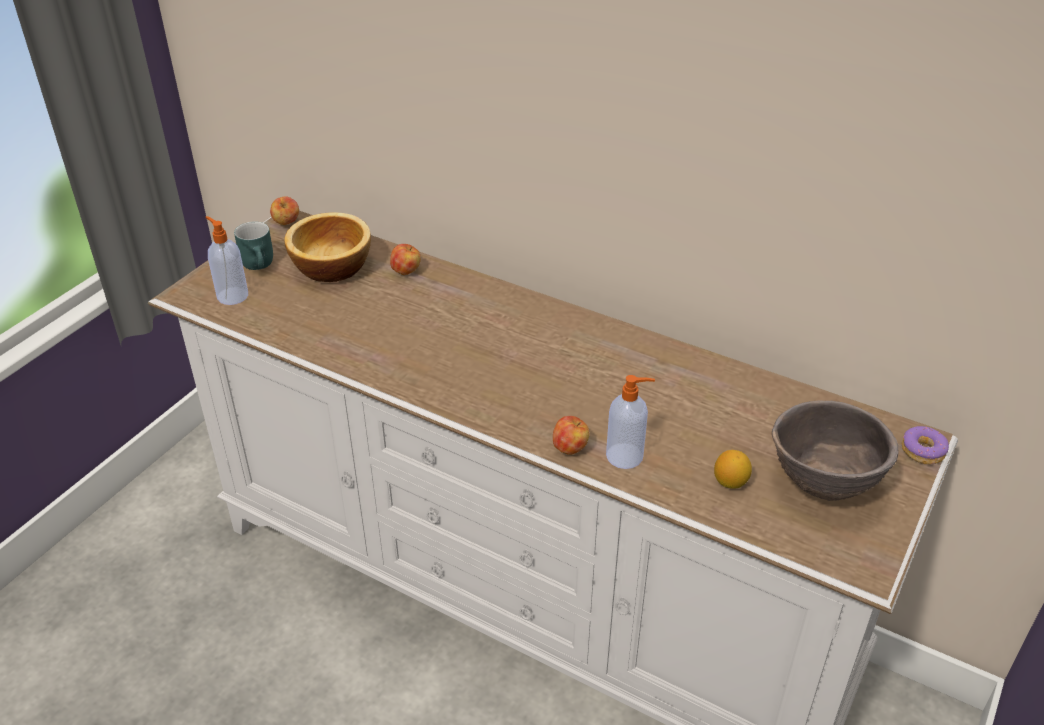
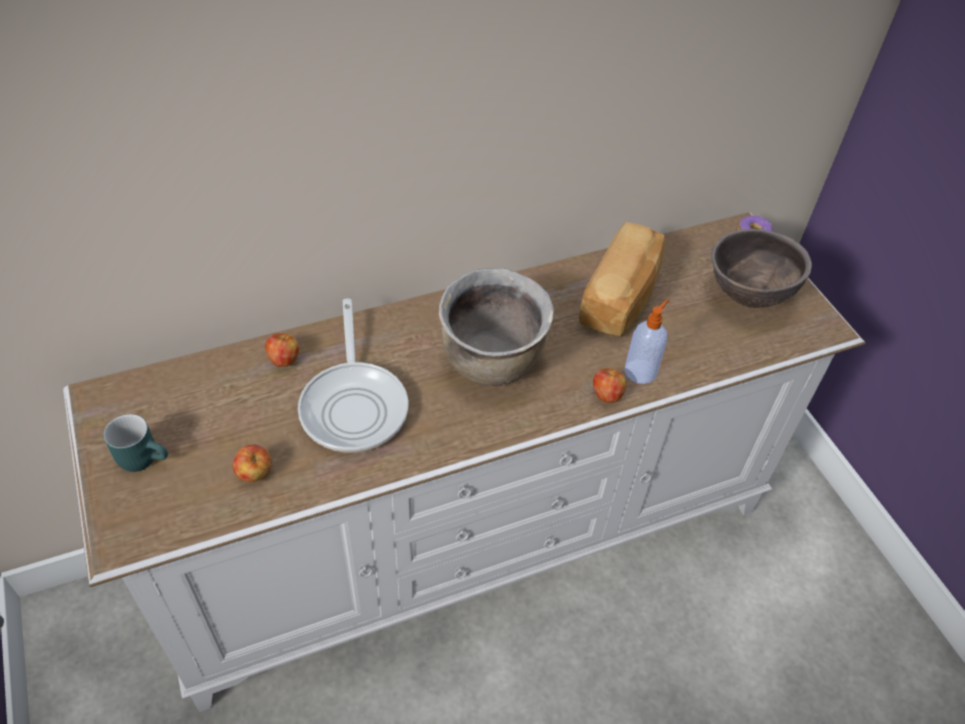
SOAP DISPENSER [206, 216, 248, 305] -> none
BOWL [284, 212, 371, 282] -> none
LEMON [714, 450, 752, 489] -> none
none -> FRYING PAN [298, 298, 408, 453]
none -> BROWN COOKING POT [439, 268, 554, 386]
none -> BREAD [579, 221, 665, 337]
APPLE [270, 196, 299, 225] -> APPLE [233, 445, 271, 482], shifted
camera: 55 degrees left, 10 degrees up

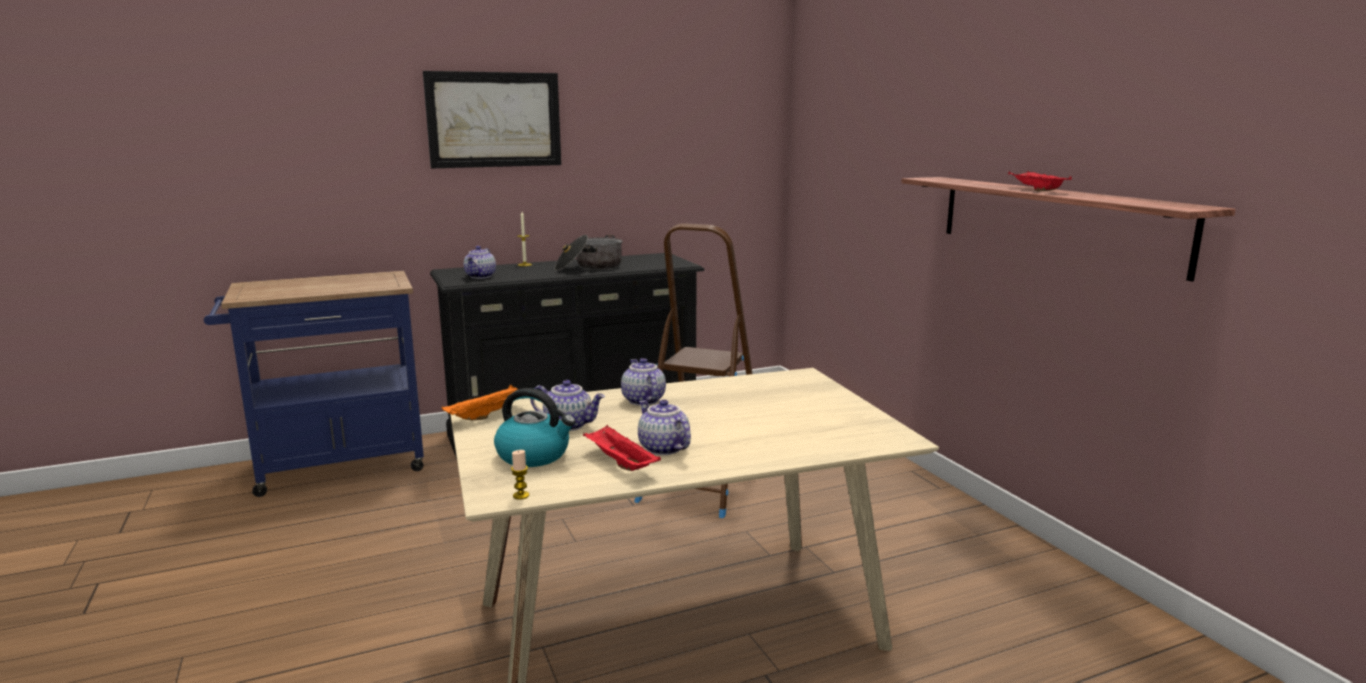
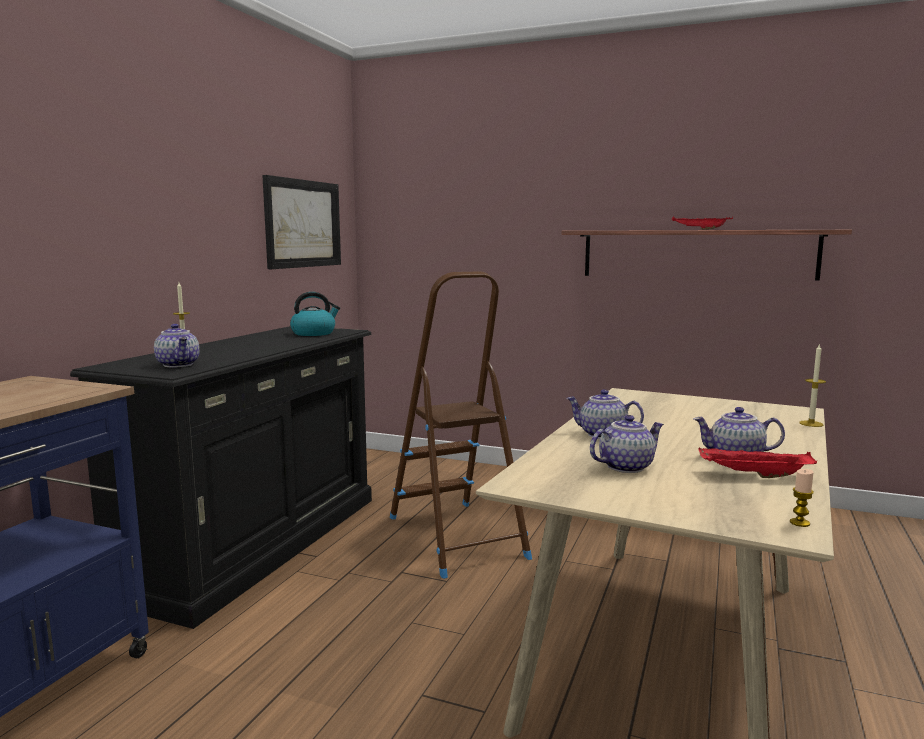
ORANGE TRAY [442, 385, 518, 421] -> none
COOKING POT [555, 235, 623, 271] -> none
none -> CANDLE [799, 343, 826, 427]
PICTURE [423, 71, 561, 168] -> PICTURE [262, 175, 341, 269], shifted
KETTLE [494, 388, 576, 467] -> KETTLE [290, 292, 340, 336], shifted
camera: 45 degrees left, 5 degrees down

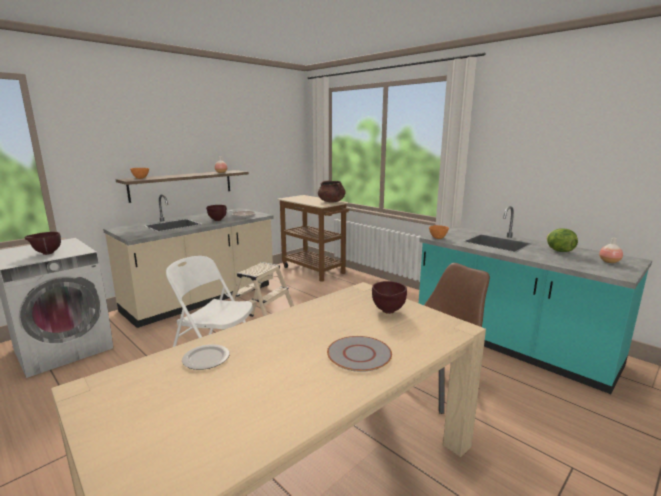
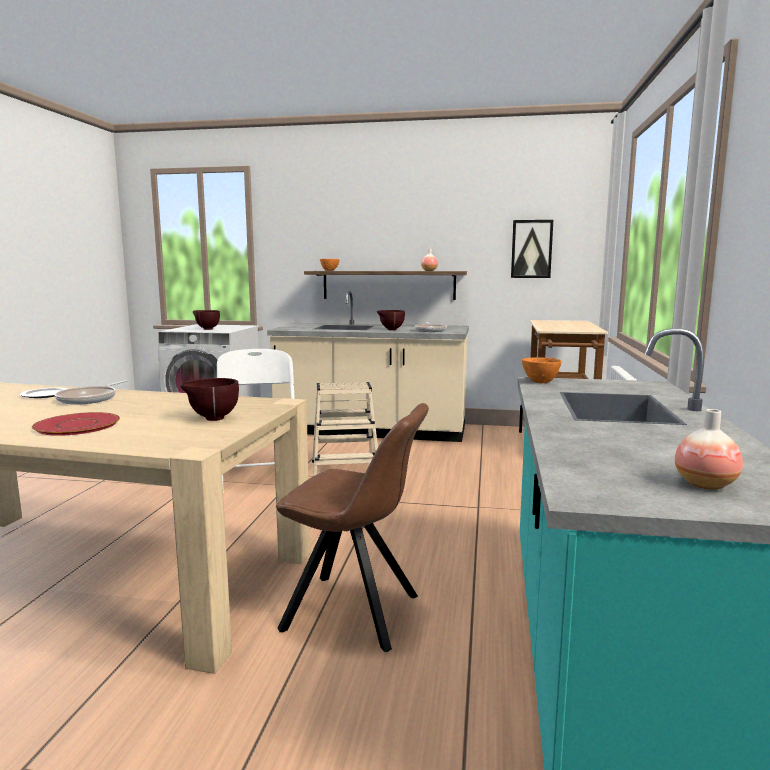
BROWN COOKING POT [318, 181, 345, 203] -> none
LETTUCE [547, 228, 578, 252] -> none
none -> FRYING PAN [55, 380, 128, 405]
none -> PICTURE [511, 220, 553, 278]
GREY PLATE [327, 336, 392, 372] -> RED PLATE [32, 412, 120, 436]
camera: 55 degrees right, 5 degrees down

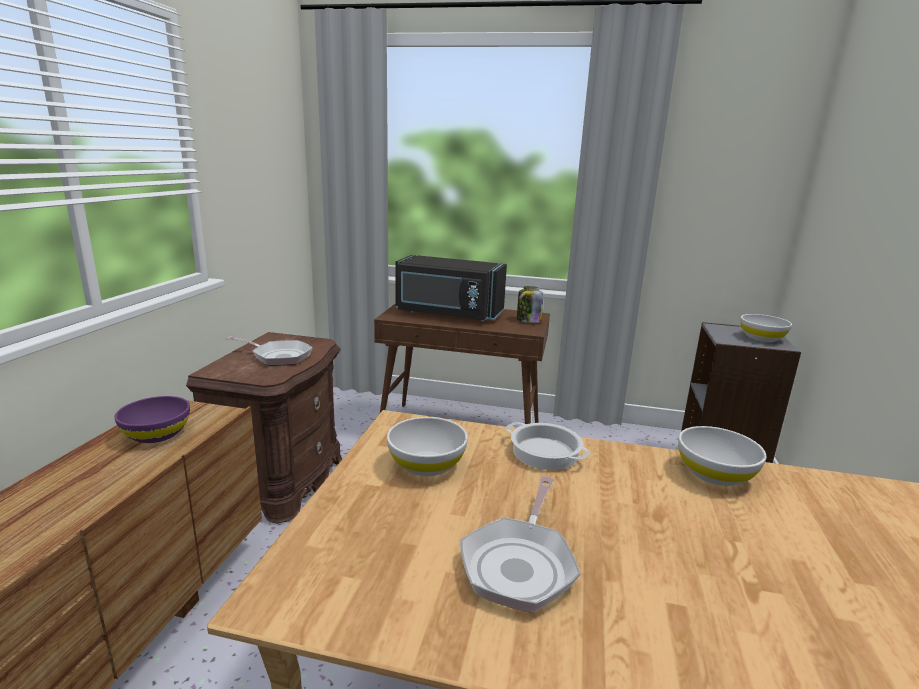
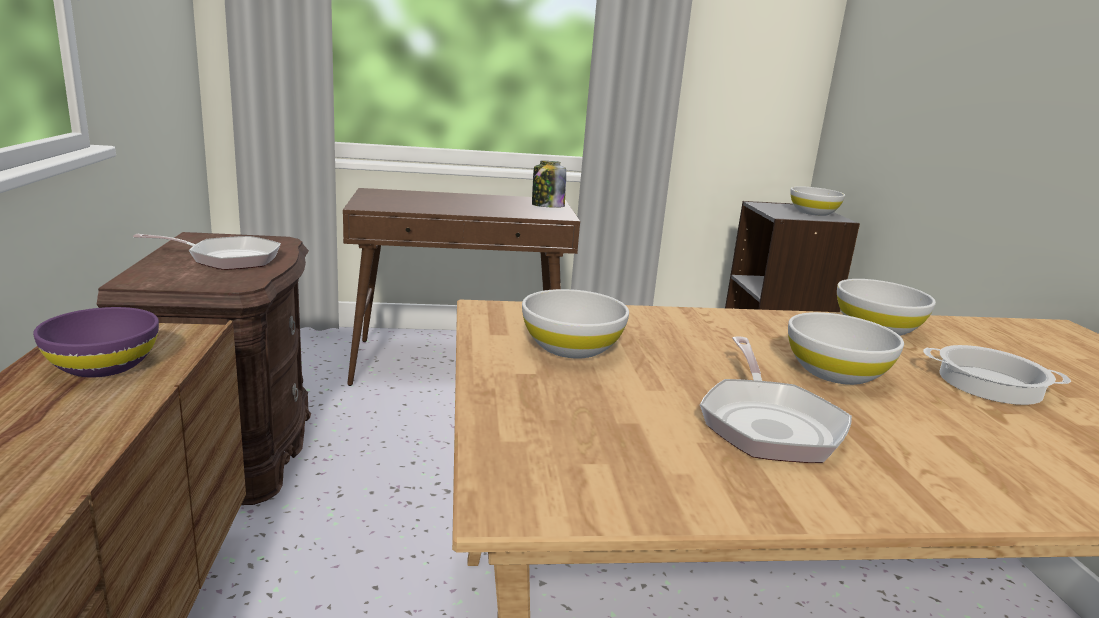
BLACK MICROWAVE [395, 255, 507, 322] -> none
none -> WHITE BOWL [788, 312, 904, 385]
COOKING POT [506, 422, 590, 470] -> COOKING POT [923, 345, 1071, 405], shifted
camera: 20 degrees left, 0 degrees up

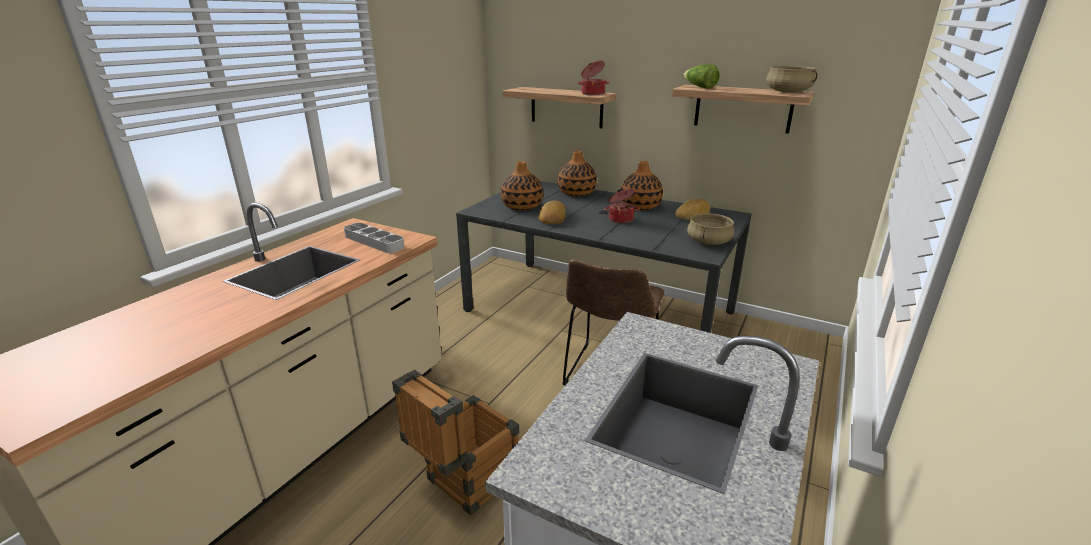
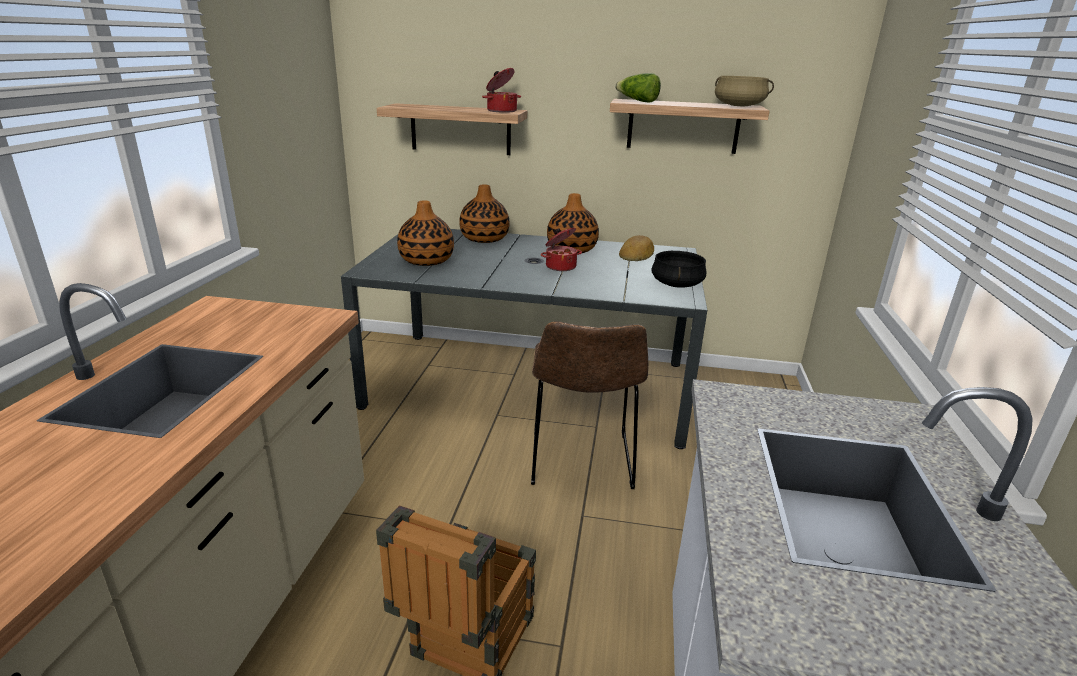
GREY TRAY [344, 223, 405, 253] -> none
BREAD [539, 200, 566, 224] -> none
BEIGE COOKING POT [687, 213, 734, 245] -> BLACK COOKING POT [651, 251, 706, 288]
camera: 20 degrees left, 0 degrees up

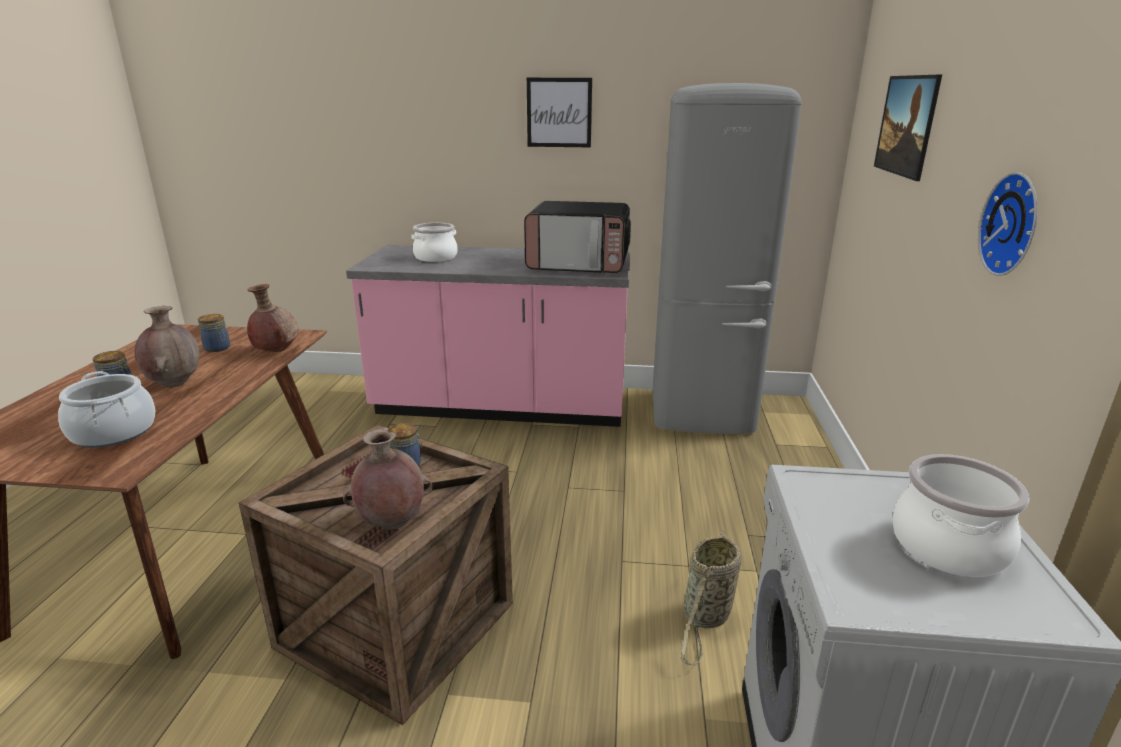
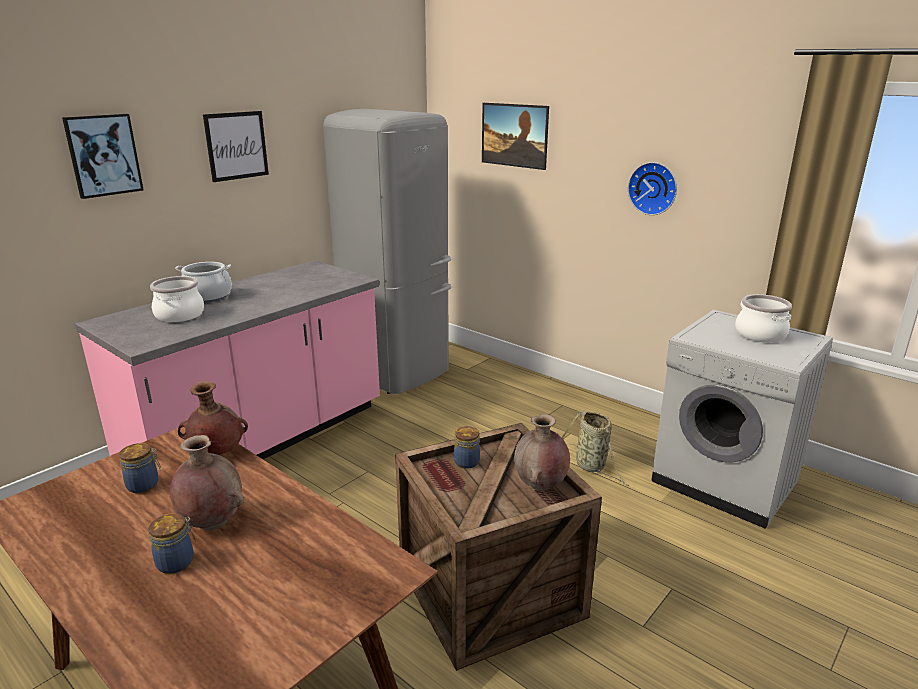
MICROWAVE [524, 201, 631, 273] -> none
none -> PICTURE [62, 114, 144, 199]
COOKING POT [58, 371, 155, 448] -> COOKING POT [175, 262, 232, 302], shifted
camera: 55 degrees left, 0 degrees up

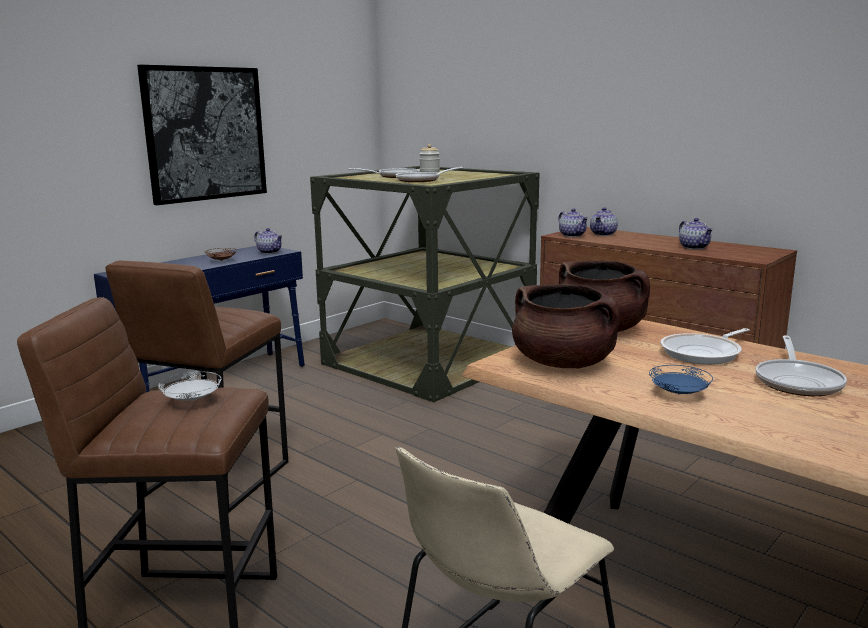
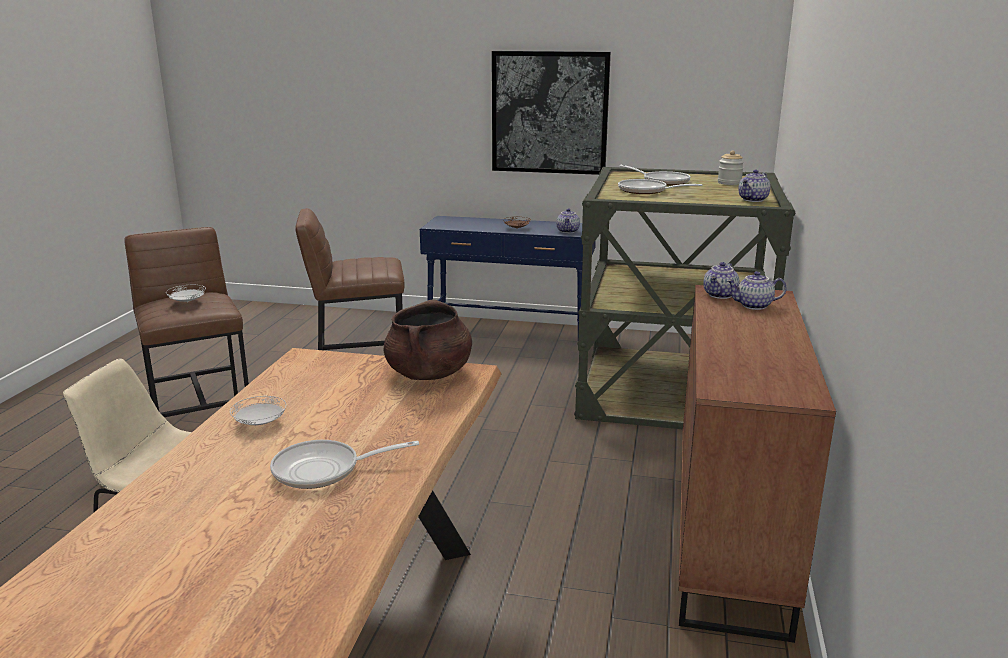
BROWN COOKING POT [512, 284, 620, 369] -> none
FRYING PAN [661, 328, 750, 365] -> none
TEAPOT [679, 218, 713, 250] -> TEAPOT [738, 170, 771, 202], shifted
BLUE PLATE [649, 365, 713, 394] -> WHITE PLATE [230, 396, 286, 425]
camera: 60 degrees right, 5 degrees up

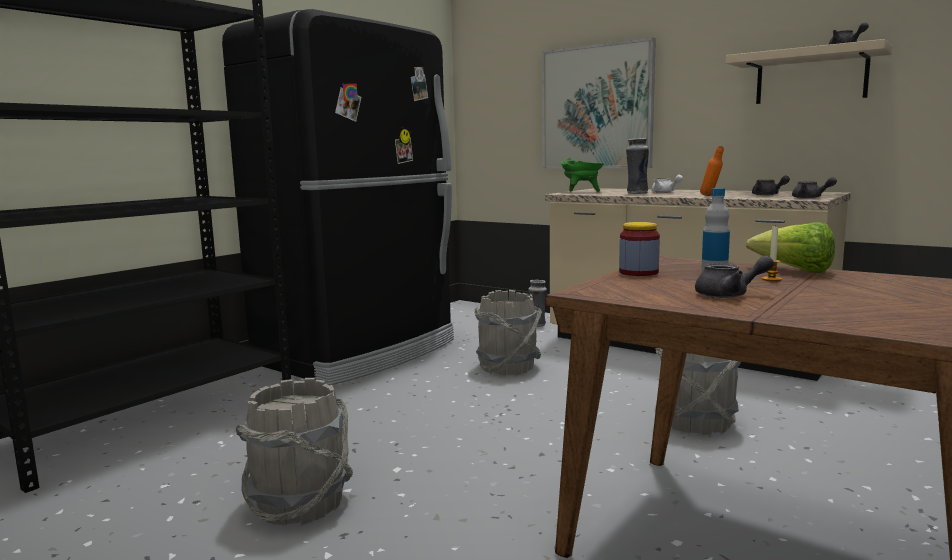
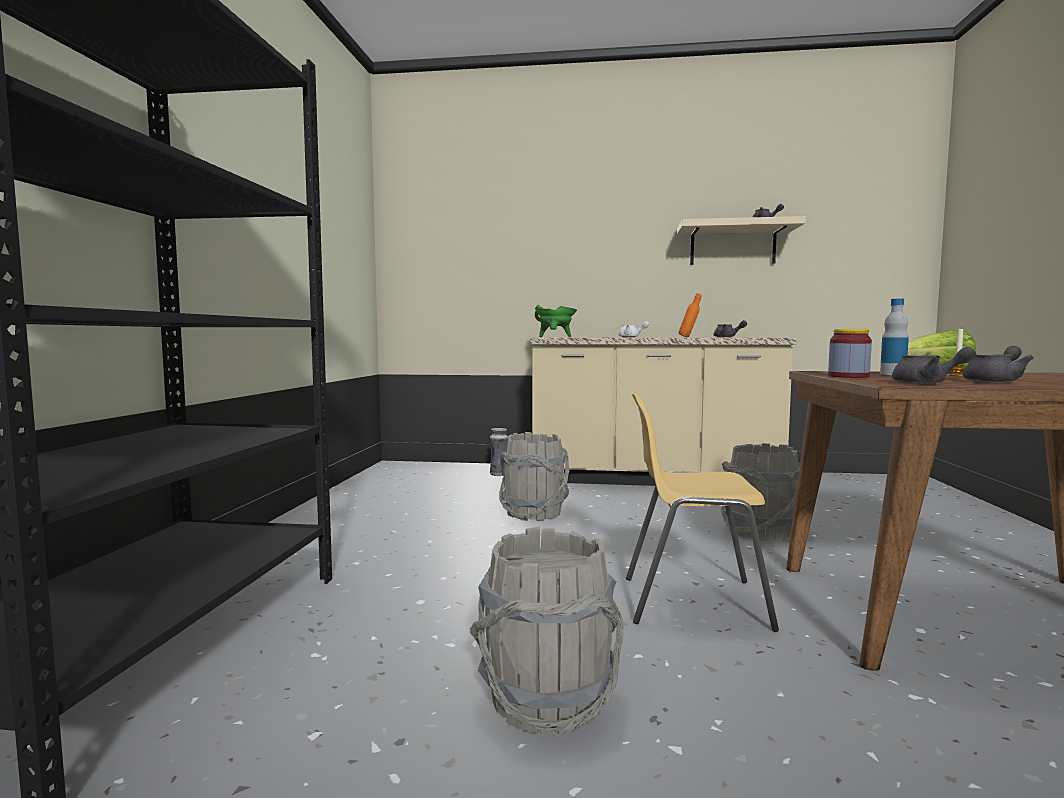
BLACK FRIDGE [222, 9, 454, 385] -> none
PICTURE [542, 38, 656, 168] -> none
VASE [626, 138, 649, 194] -> none
none -> YELLOW CHAIR [626, 393, 779, 632]
GREY TEAPOT [792, 177, 837, 199] -> GREY TEAPOT [892, 347, 976, 384], shifted
camera: 30 degrees left, 5 degrees down

